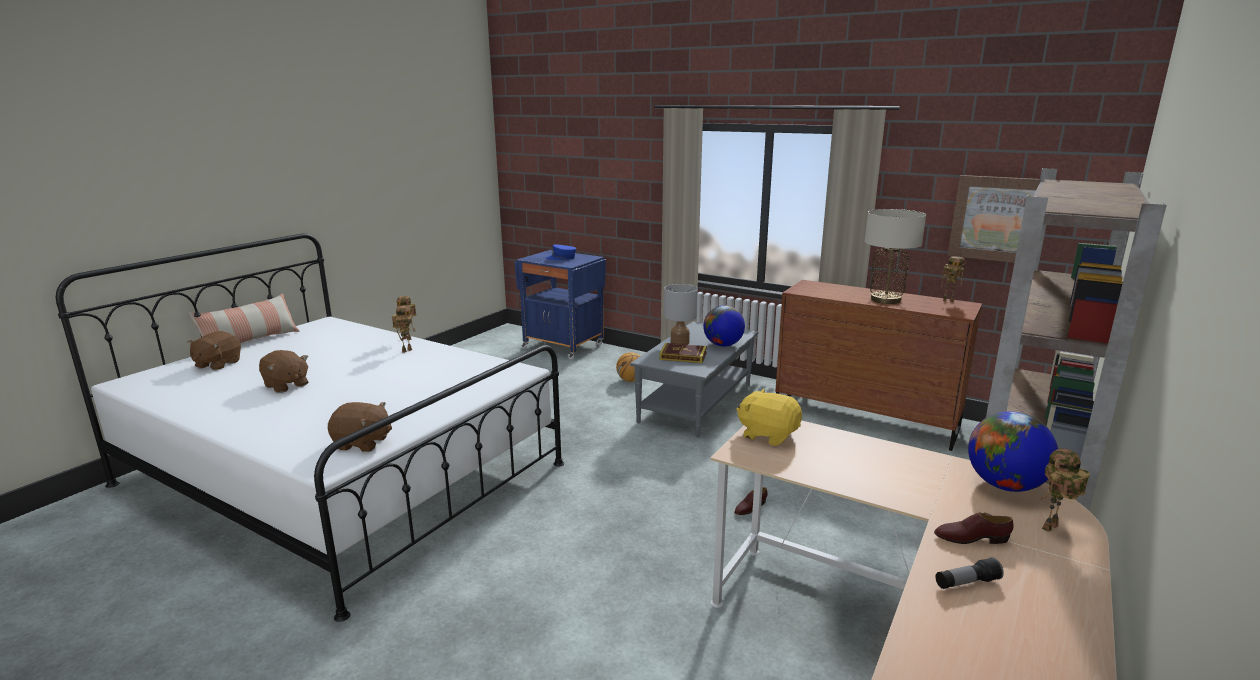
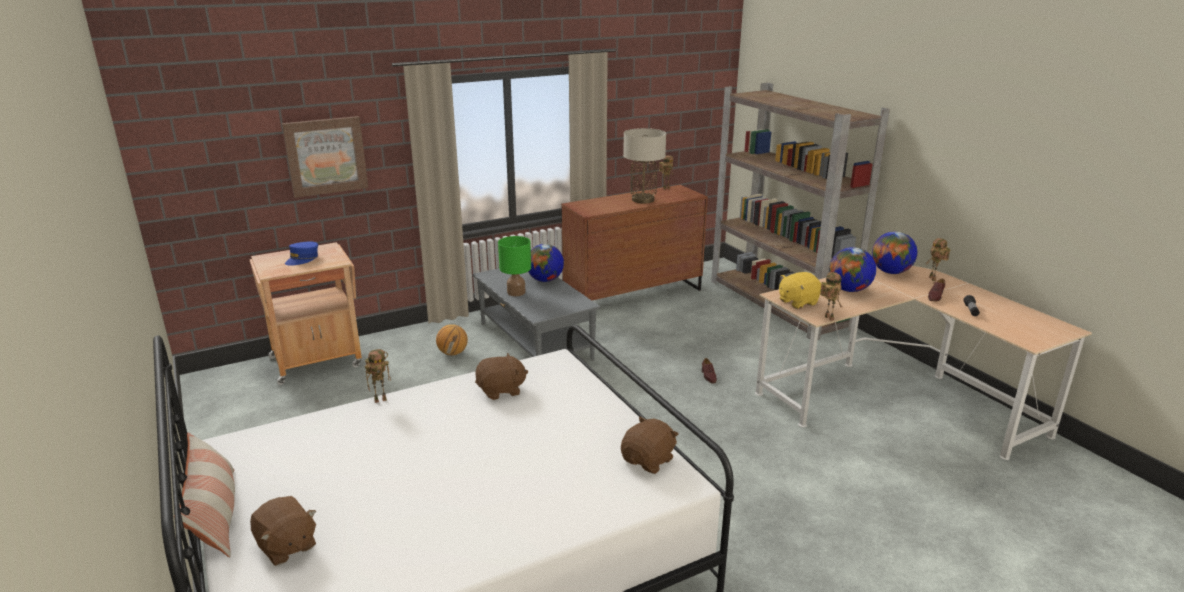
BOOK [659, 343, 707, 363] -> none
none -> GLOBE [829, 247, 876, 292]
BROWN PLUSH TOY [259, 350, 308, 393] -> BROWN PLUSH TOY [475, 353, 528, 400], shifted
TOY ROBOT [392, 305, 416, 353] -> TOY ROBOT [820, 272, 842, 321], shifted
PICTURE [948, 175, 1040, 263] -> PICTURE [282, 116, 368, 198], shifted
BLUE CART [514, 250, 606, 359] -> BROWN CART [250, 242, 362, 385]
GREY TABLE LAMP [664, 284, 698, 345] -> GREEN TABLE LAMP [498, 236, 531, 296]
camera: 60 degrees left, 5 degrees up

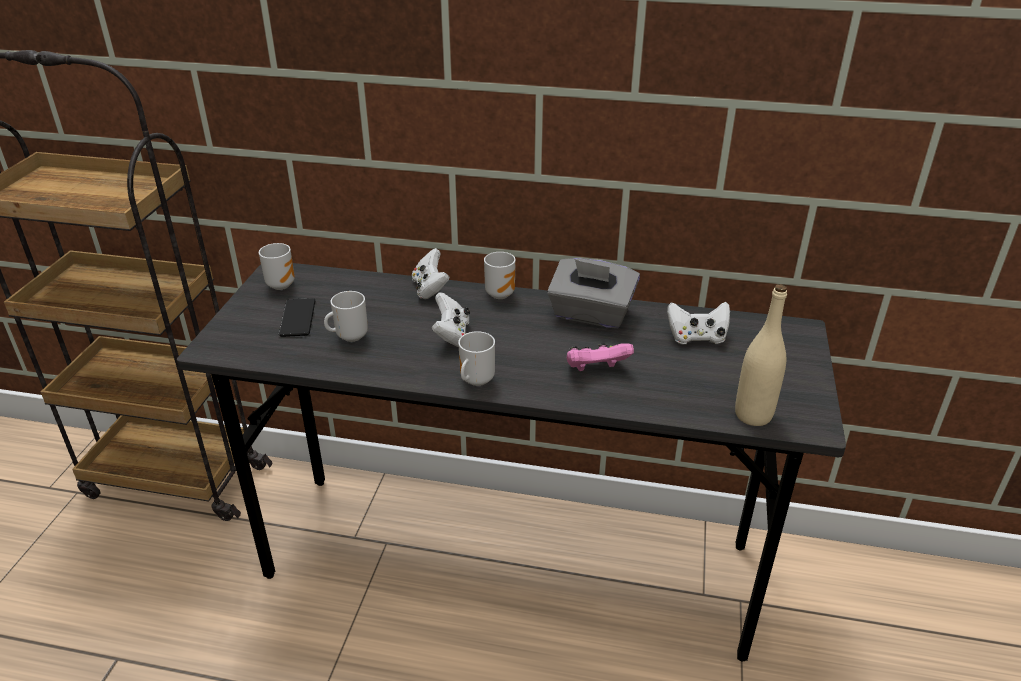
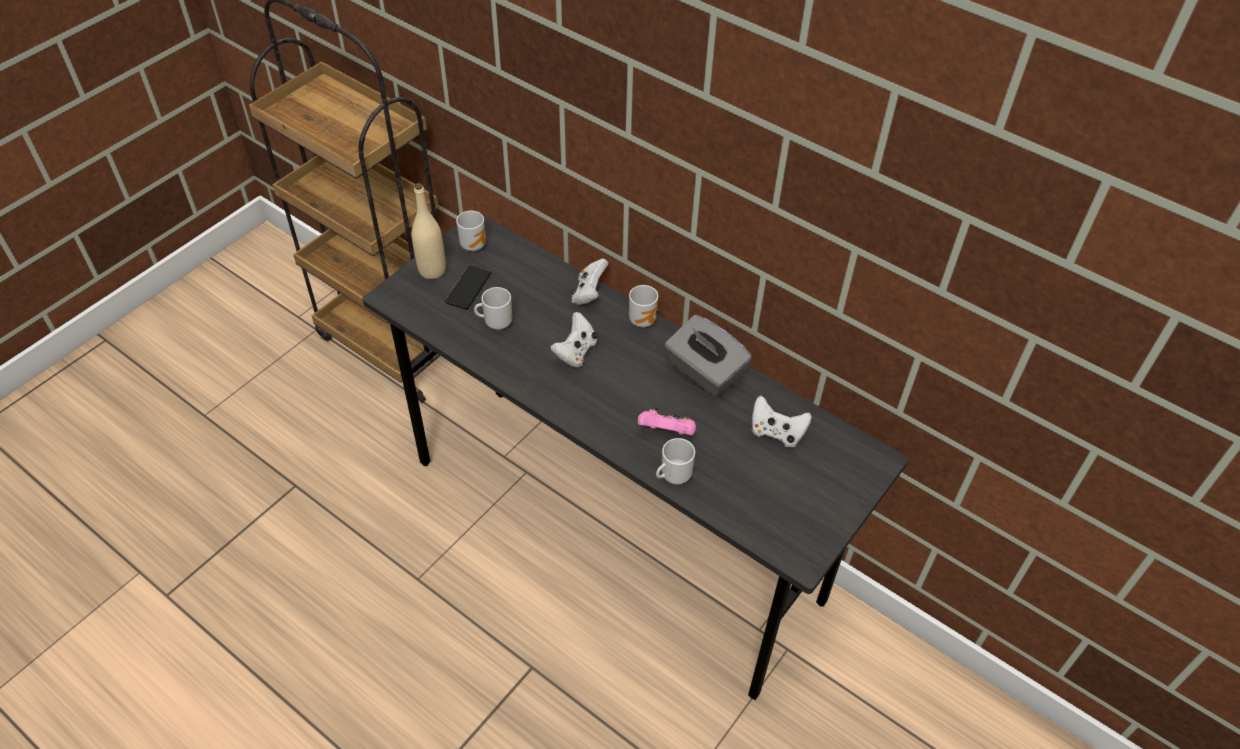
MUG [458, 331, 495, 386] -> MUG [656, 438, 695, 485], shifted
BEIGE BOTTLE [735, 284, 787, 426] -> BEIGE BOTTLE [412, 183, 446, 279], shifted
camera: 25 degrees right, 15 degrees up

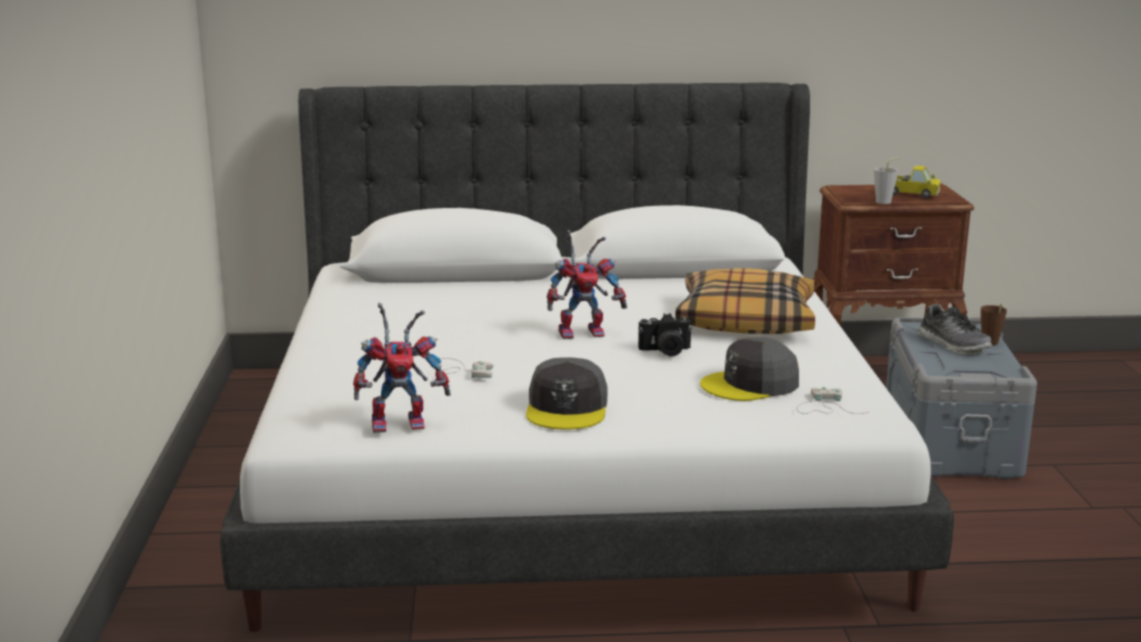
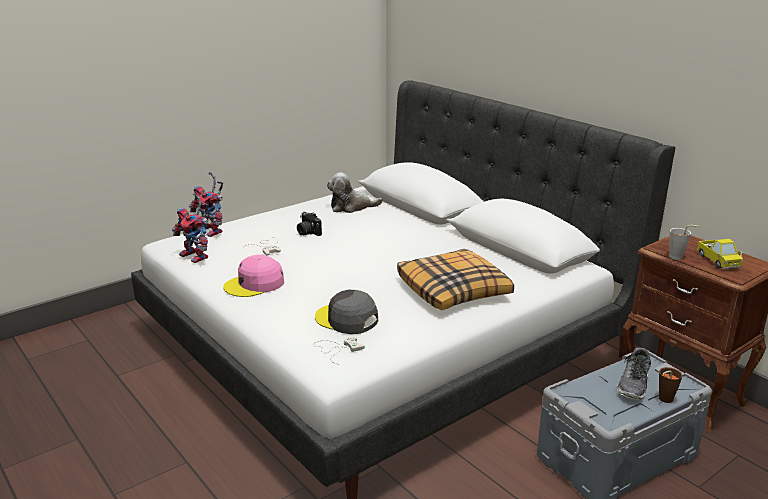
none -> PLUSH TOY [327, 172, 383, 213]
TOY ROBOT [547, 230, 627, 339] -> TOY ROBOT [189, 172, 223, 237], shifted
PHOTO CAMERA [638, 313, 692, 357] -> PHOTO CAMERA [297, 212, 322, 236], shifted
GREY CAP [526, 357, 607, 430] -> PINK CAP [223, 255, 284, 297]
camera: 55 degrees right, 5 degrees up

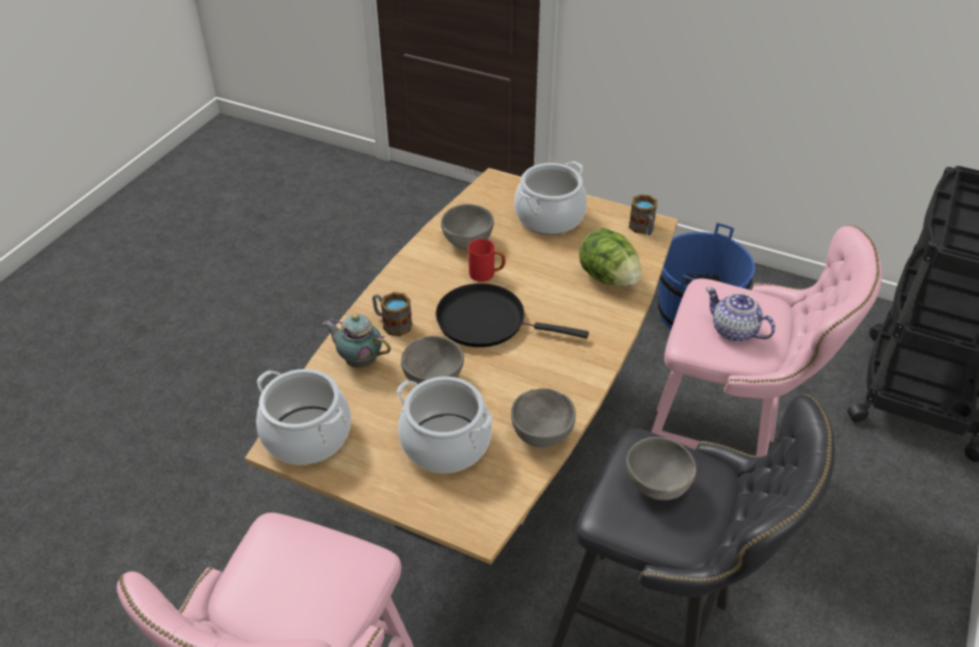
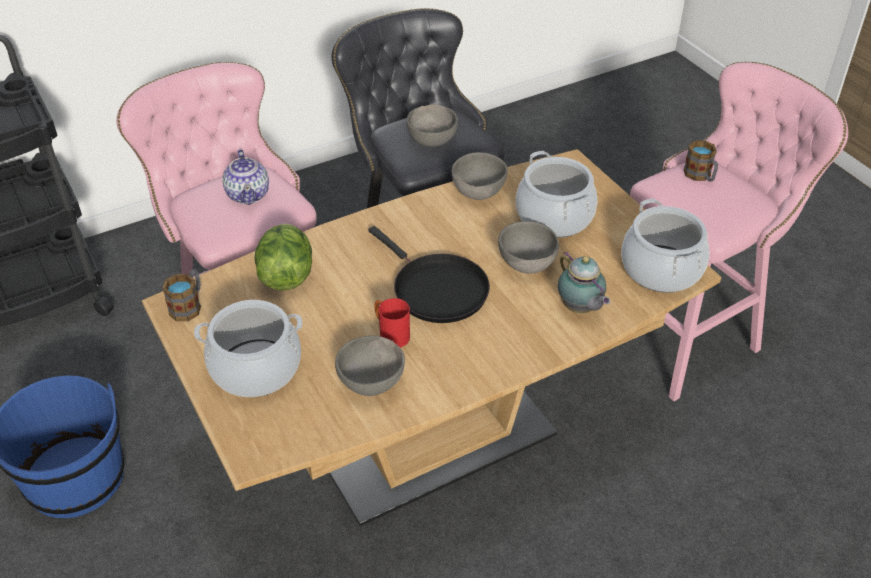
MUG [372, 292, 412, 336] -> MUG [684, 140, 718, 182], shifted
camera: 145 degrees left, 0 degrees up

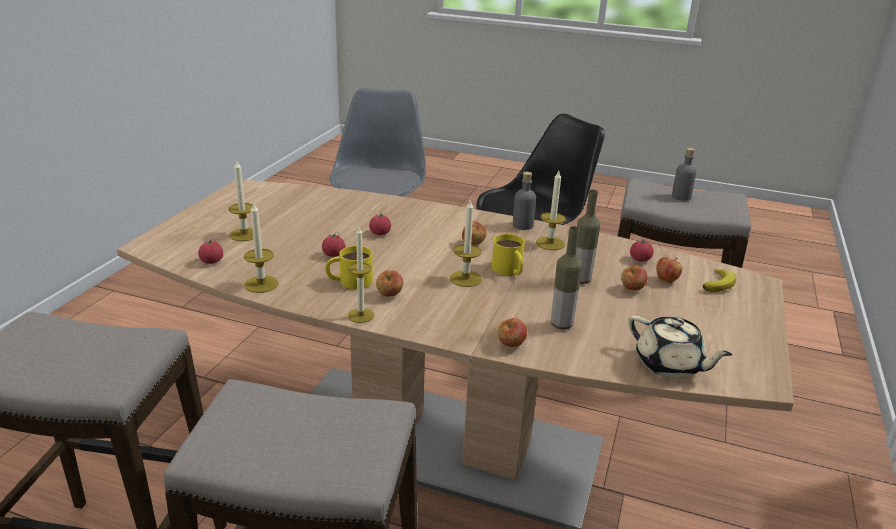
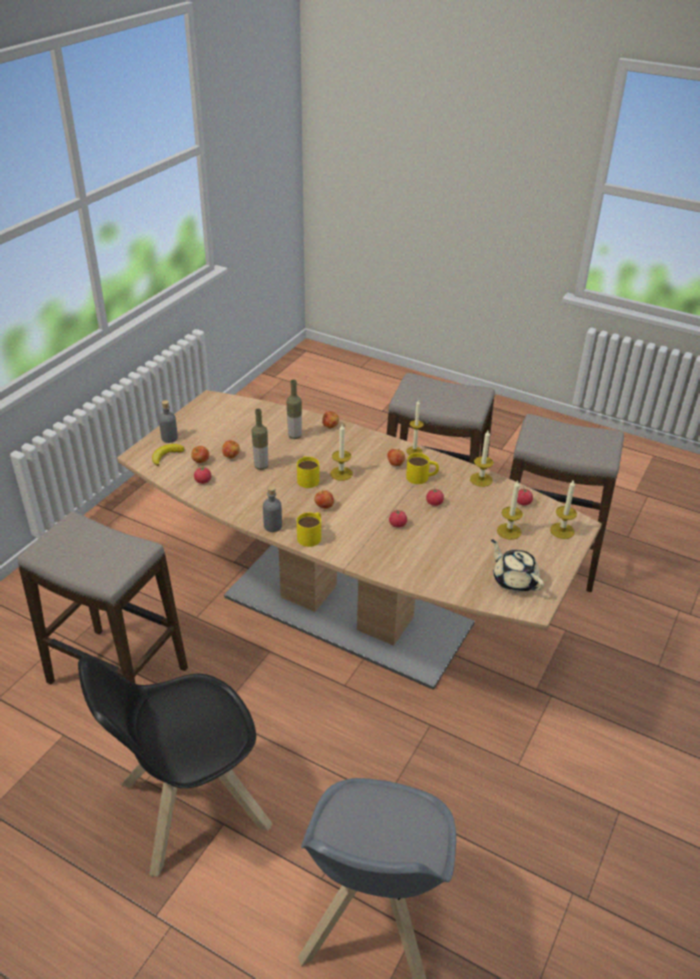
none -> YELLOW MUG [297, 512, 321, 547]
CANDLE [536, 171, 566, 250] -> CANDLE [550, 479, 577, 539], shifted
BEIGE TEAPOT [628, 315, 733, 378] -> BEIGE TEAPOT [491, 539, 544, 592], shifted
GREY BOTTLE [672, 148, 696, 201] -> GREY BOTTLE [159, 400, 178, 443], shifted
camera: 170 degrees left, 10 degrees up

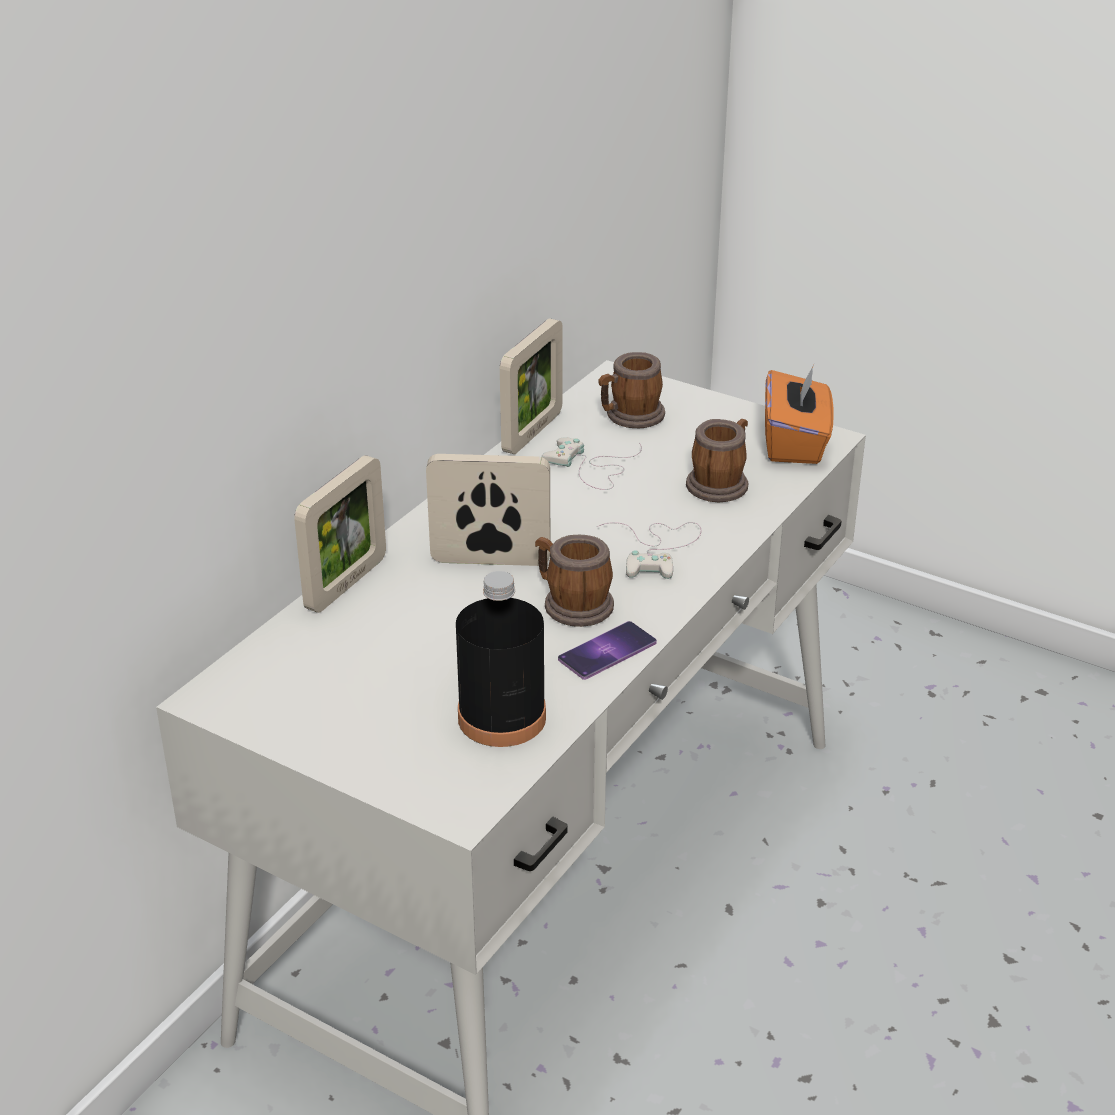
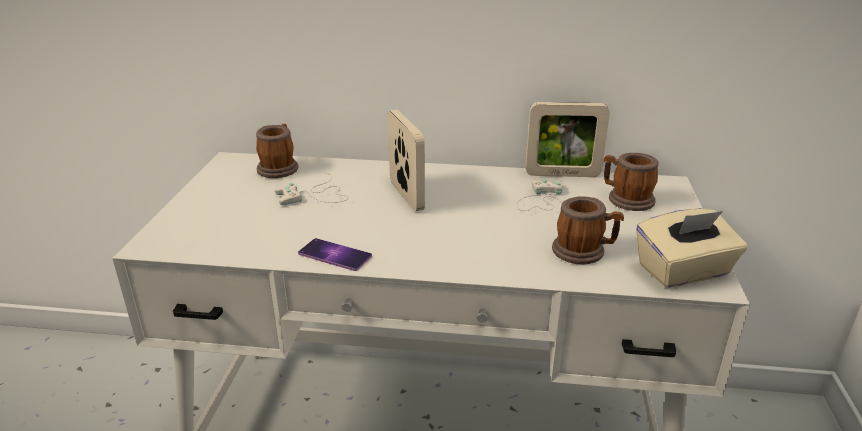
PICTURE FRAME [294, 455, 386, 613] -> none
BLACK BOTTLE [456, 571, 546, 747] -> none
MUG [535, 535, 614, 627] -> MUG [256, 124, 299, 178], shifted
WHITE GAME CONTROLLER [597, 522, 701, 579] -> WHITE GAME CONTROLLER [275, 172, 348, 205], shifted
ORANGE TISSUE BOX [765, 365, 834, 464] -> BEIGE TISSUE BOX [636, 208, 747, 288]
camera: 65 degrees right, 5 degrees down

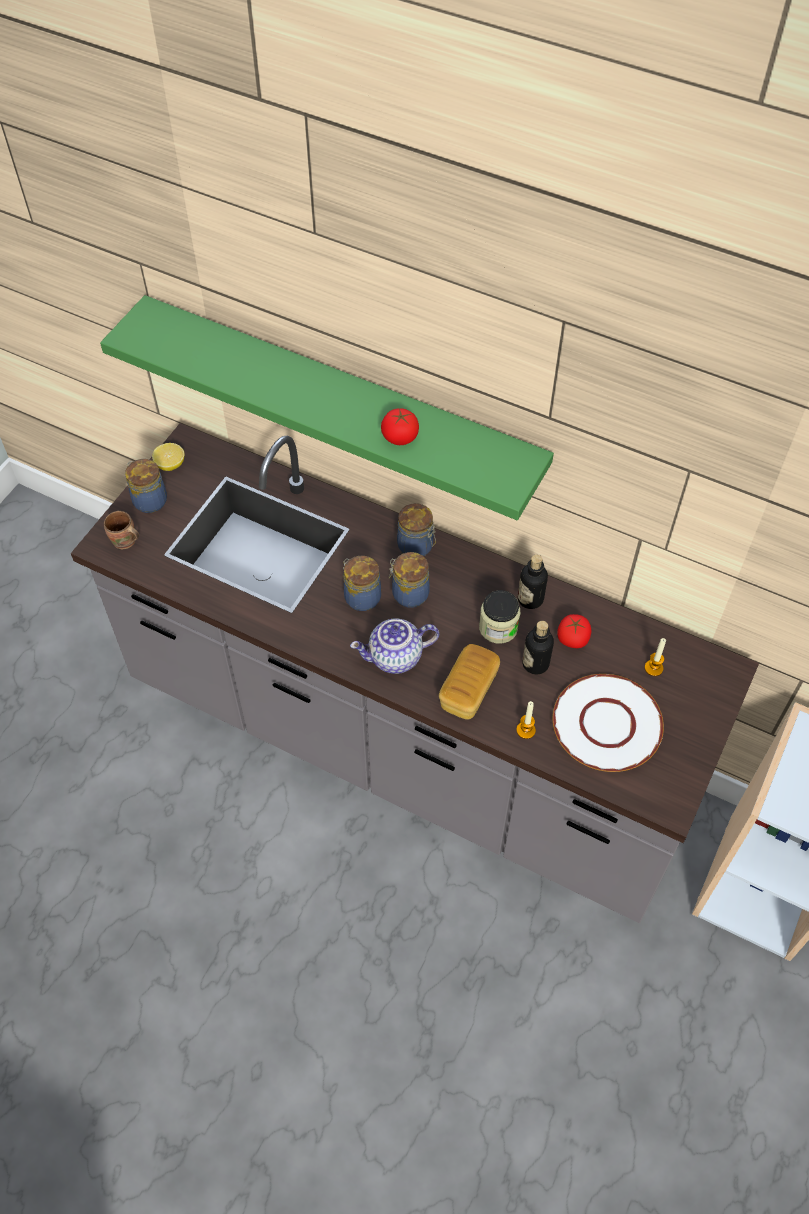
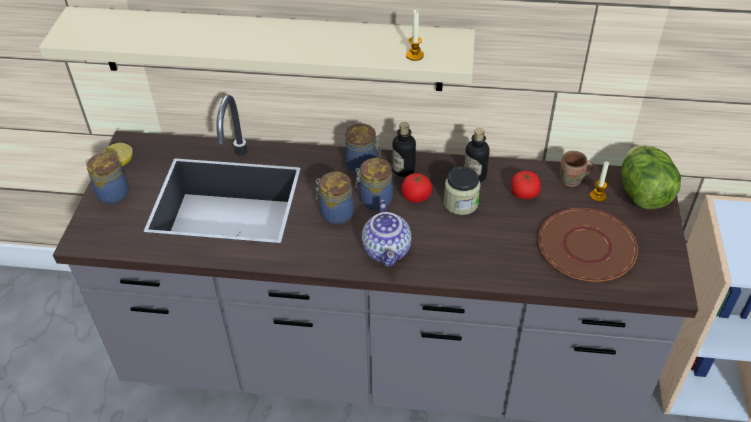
BREAD [439, 644, 500, 720] -> none
none -> LETTUCE [621, 145, 681, 209]
BROWN MUG [104, 511, 139, 549] -> BROWN MUG [560, 151, 594, 187], shifted
TOMATO [381, 408, 419, 445] -> TOMATO [401, 173, 432, 203], shifted
CANDLE [516, 701, 536, 739] -> CANDLE [406, 10, 424, 61], shifted
BOTTLE [522, 621, 554, 674] -> BOTTLE [392, 122, 416, 177], shifted
GREEN SHELF [100, 295, 554, 520] -> BEIGE SHELF [39, 7, 475, 91]
WHITE PLATE [553, 674, 664, 772] -> BROWN PLATE [538, 208, 638, 282]
TEAPOT [350, 618, 439, 674] -> TEAPOT [362, 200, 411, 267], 60 degrees counterclockwise
camera: 20 degrees left, 10 degrees down

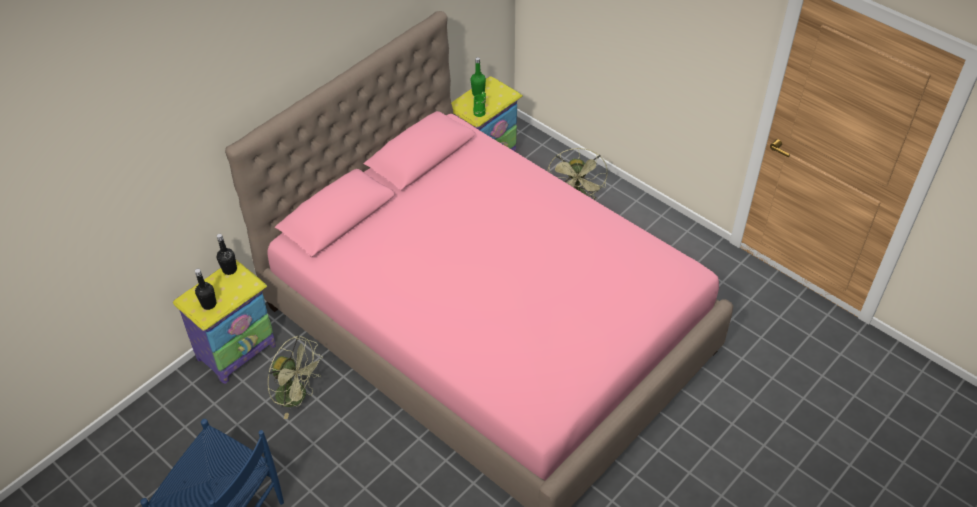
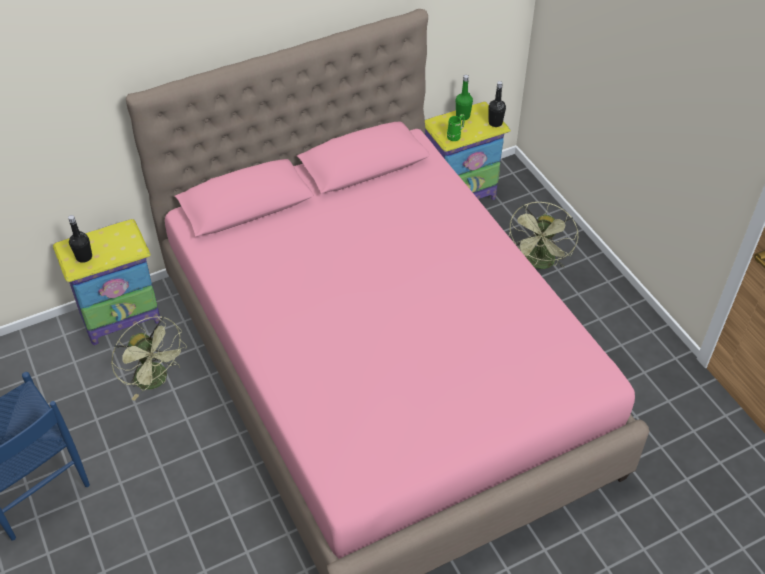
BLACK BOTTLE [217, 234, 237, 275] -> BLACK BOTTLE [489, 81, 506, 127], shifted
camera: 20 degrees right, 0 degrees up

